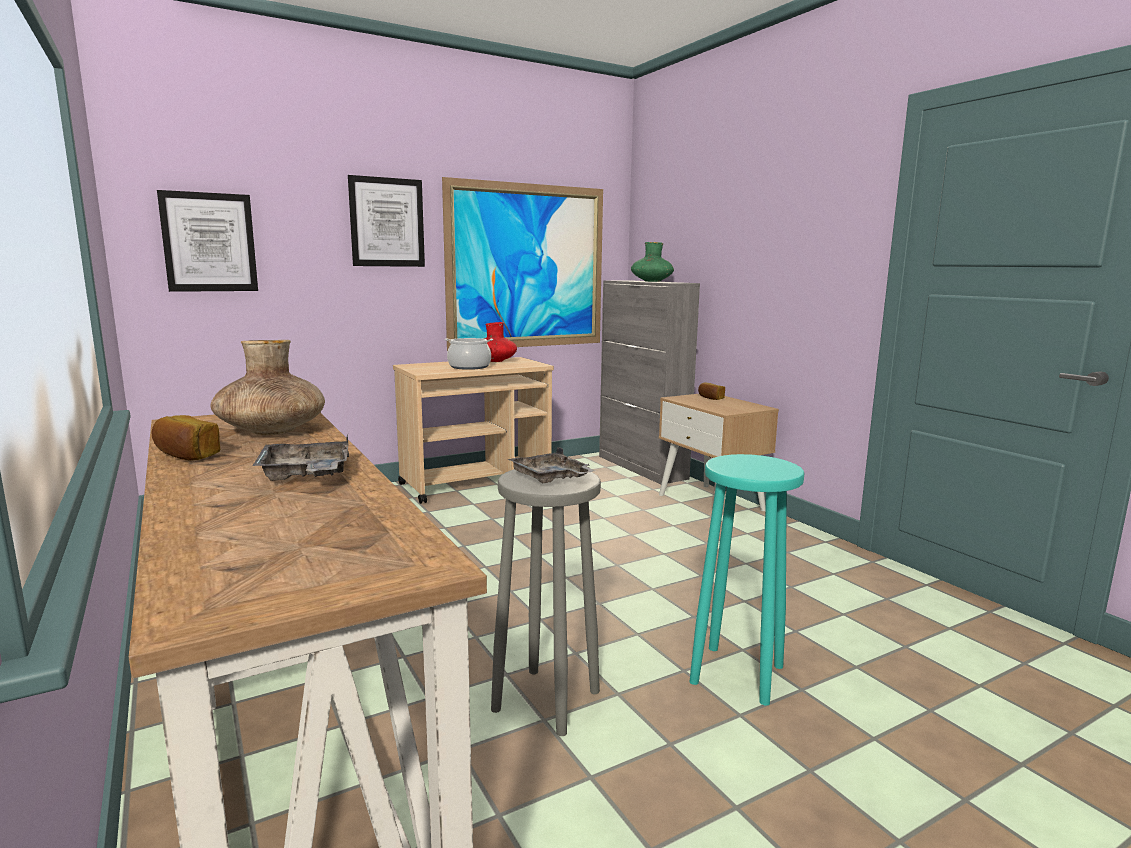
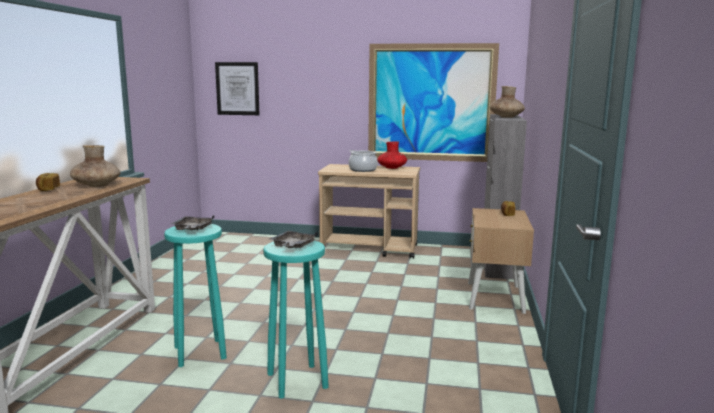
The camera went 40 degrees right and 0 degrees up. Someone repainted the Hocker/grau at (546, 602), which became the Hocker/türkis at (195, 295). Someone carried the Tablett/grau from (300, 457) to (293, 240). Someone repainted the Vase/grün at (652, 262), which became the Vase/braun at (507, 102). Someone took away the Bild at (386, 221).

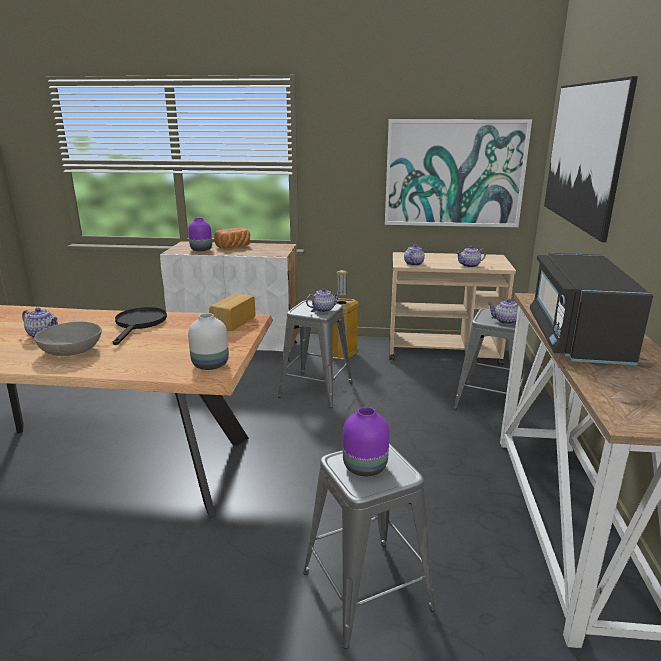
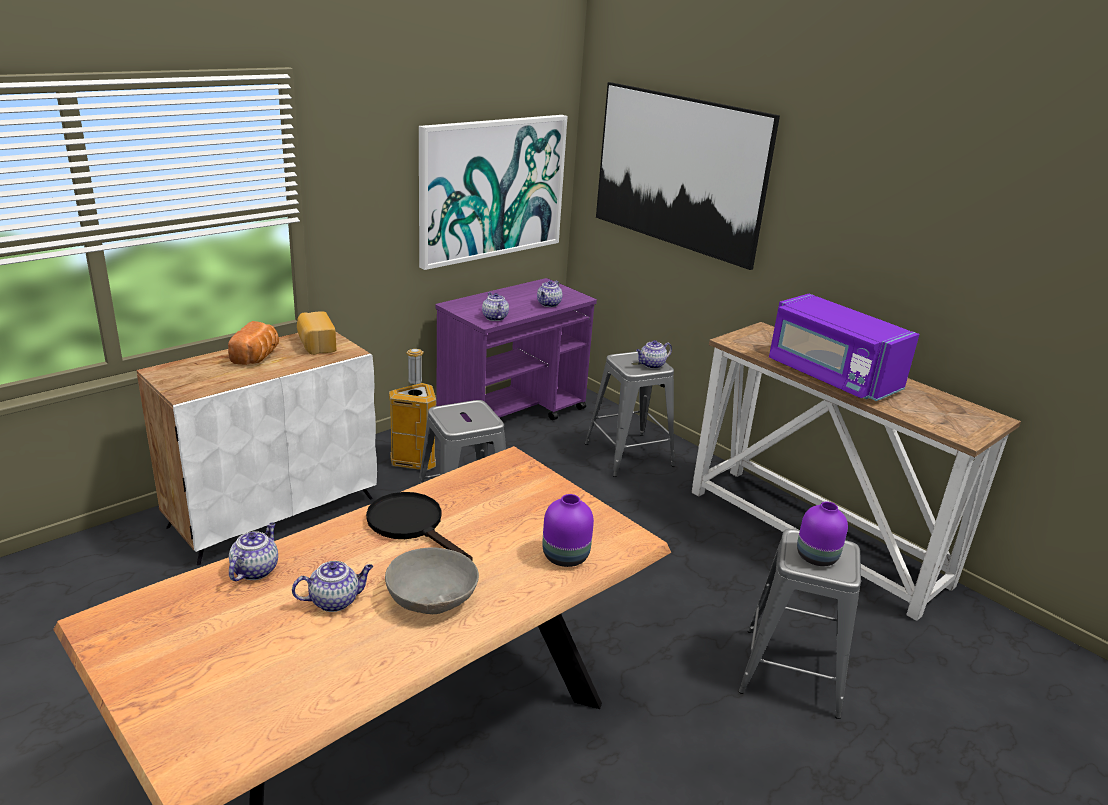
The camera went 50 degrees left and 5 degrees up. Someone carried the Teekanne from (323, 300) to (253, 551). Someone carried the Brot from (232, 312) to (316, 333). Someone repainted the Rollwagen/beige at (452, 308), which became the Rollwagen/lila at (516, 350). Someone carried the Vase/lila from (200, 234) to (568, 530). Someone repainted the Mikrowelle/schwarz at (591, 309), which became the Mikrowelle/lila at (844, 347). Someone took away the Vase/weiß at (208, 341).

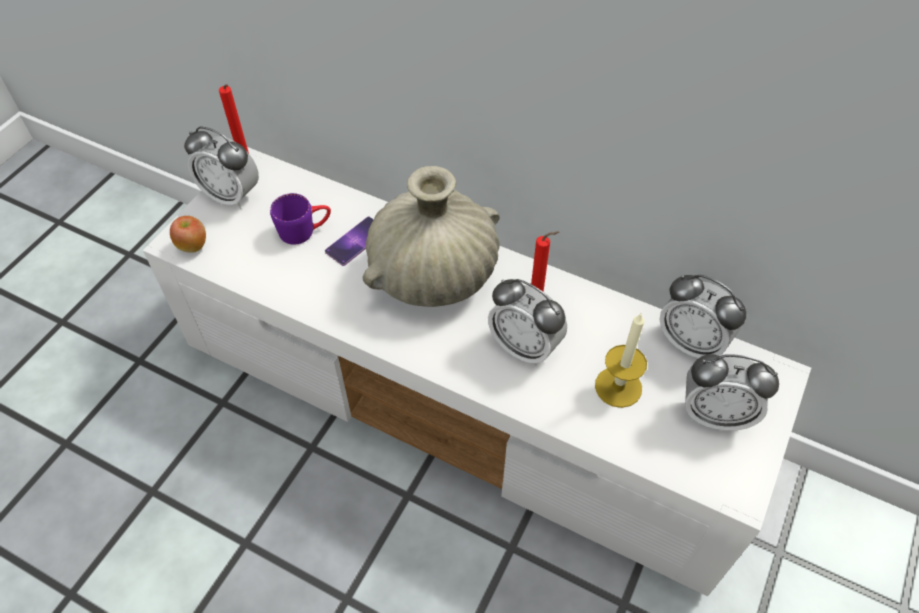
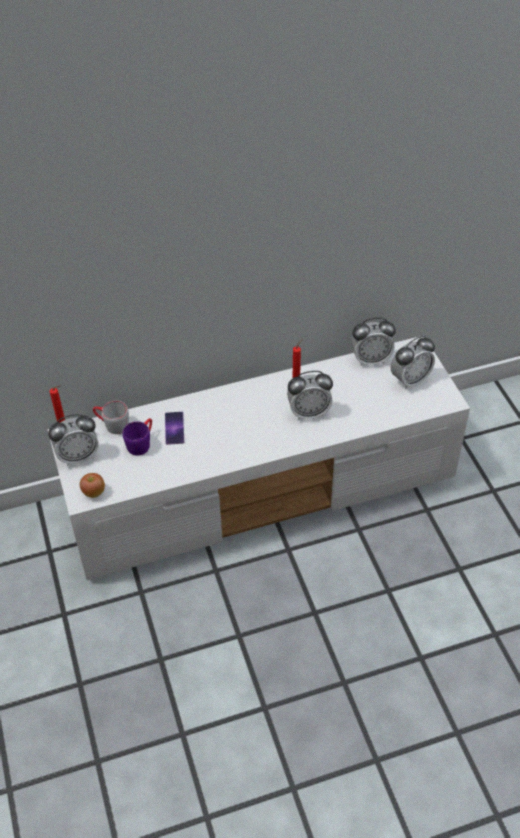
The camera went 45 degrees left and 5 degrees down. Someone put down the Henkelbecher/grau at (111, 417). Someone took away the Vase/beige at (431, 236). Someone took away the Kerze at (621, 361).

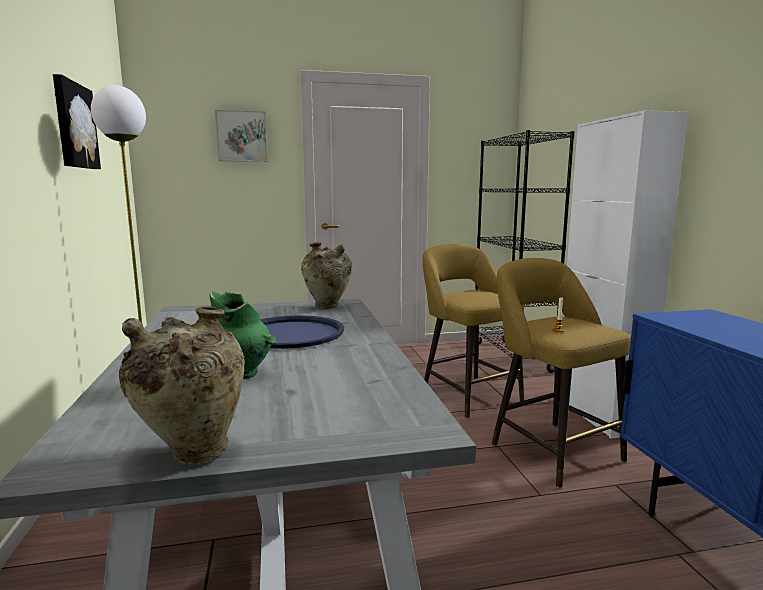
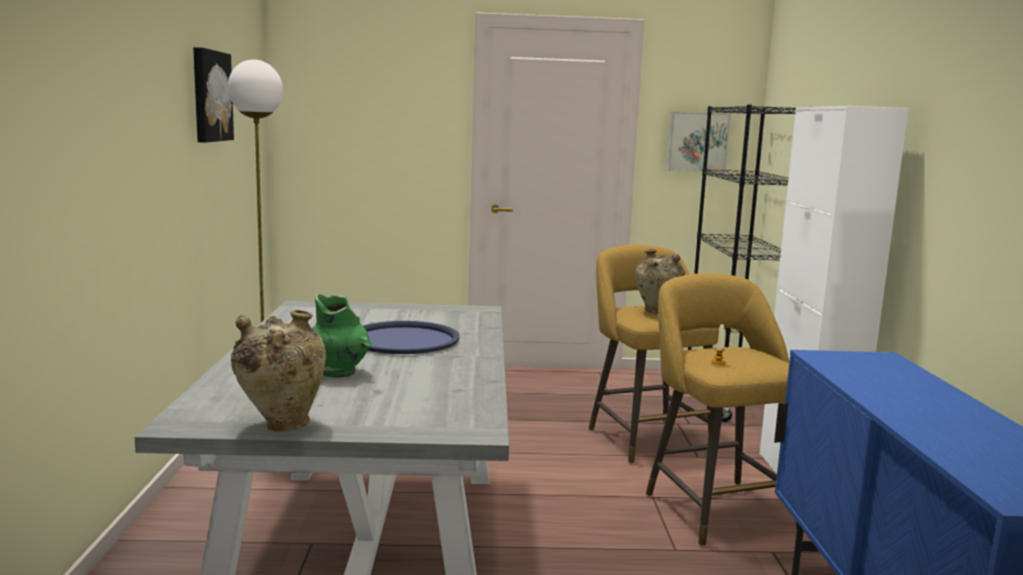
The camera went 10 degrees right and 0 degrees up. Someone carried the Vase/beige from (327, 275) to (660, 281). Someone carried the Bild from (241, 136) to (698, 142).

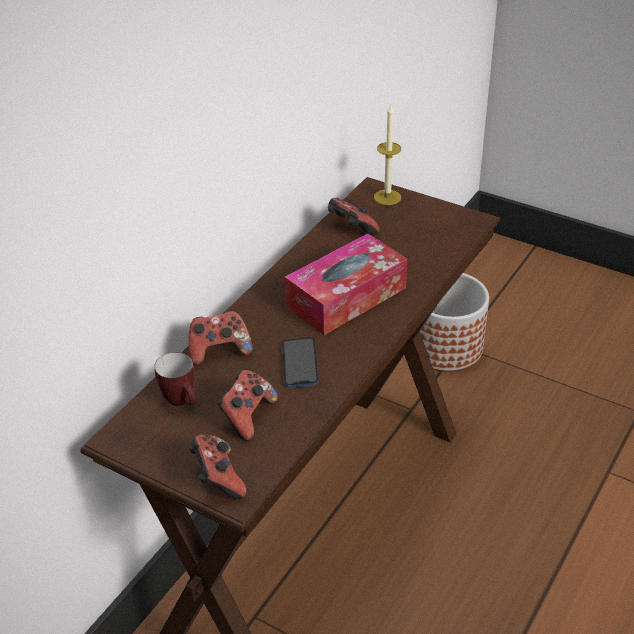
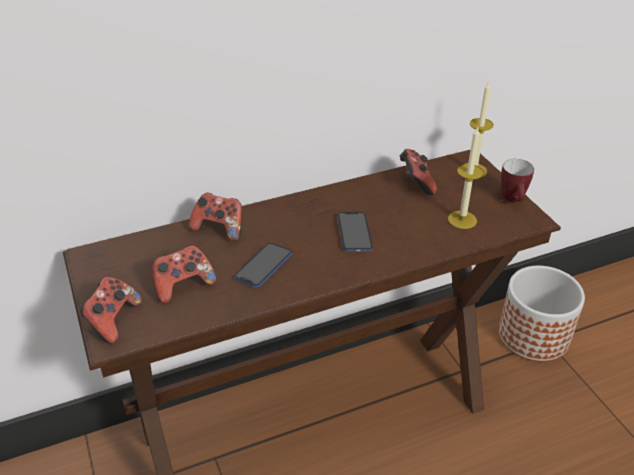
The camera went 35 degrees right and 0 degrees up. Someone swapped the Taschentuchbox at (346, 284) for the Handy at (355, 231). Someone put down the Kerze at (465, 178). Someone carried the Henkelbecher from (175, 379) to (517, 180).

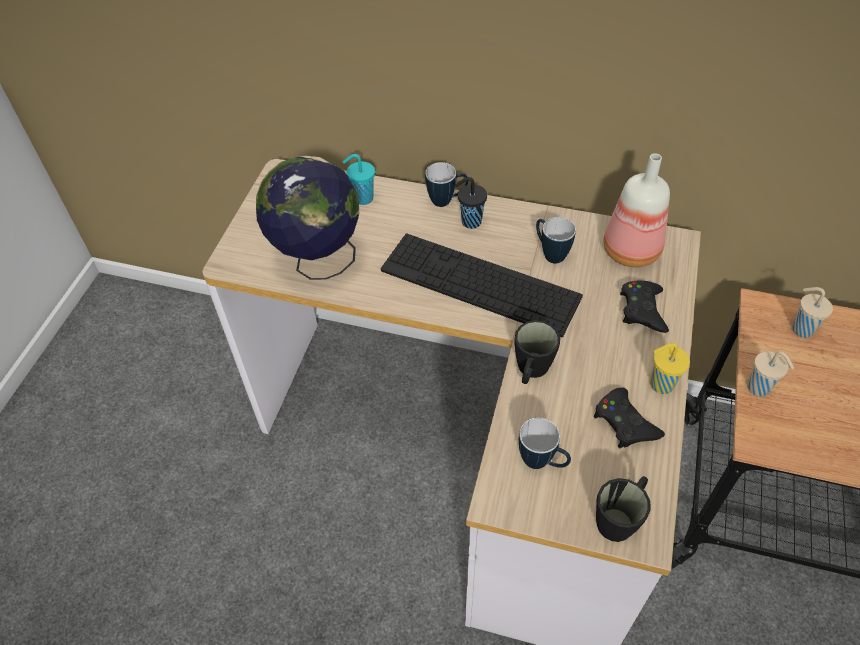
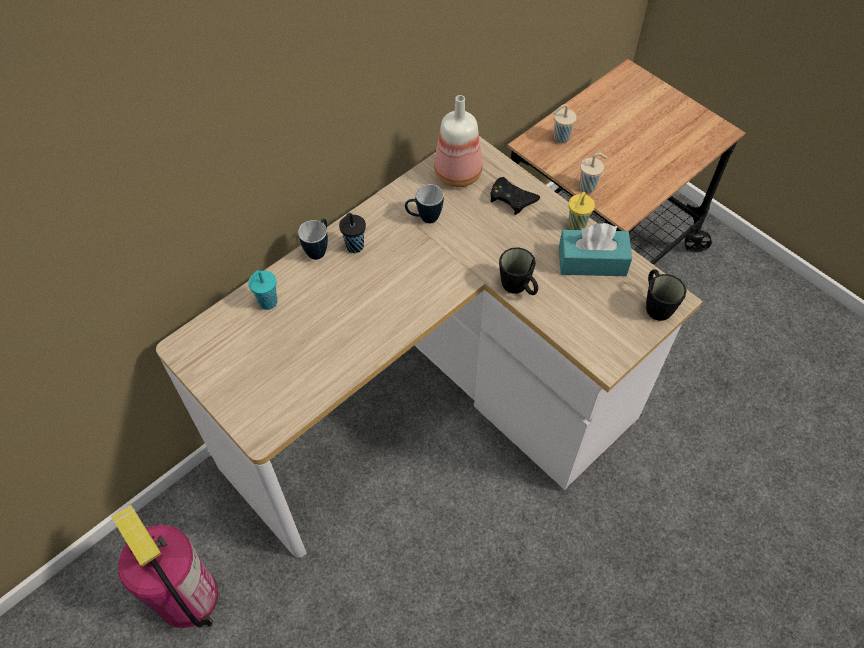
The camera went 60 degrees left and 5 degrees up. Someone put down the Feuerlöscher at (165, 566). Someone swapped the Gamepad/schwarz at (629, 418) for the Taschentuchbox/türkis at (595, 249). Someone took away the Globus at (307, 218). Someone took away the Tastatur at (482, 285). Someone took away the Henkelbecher at (545, 443).

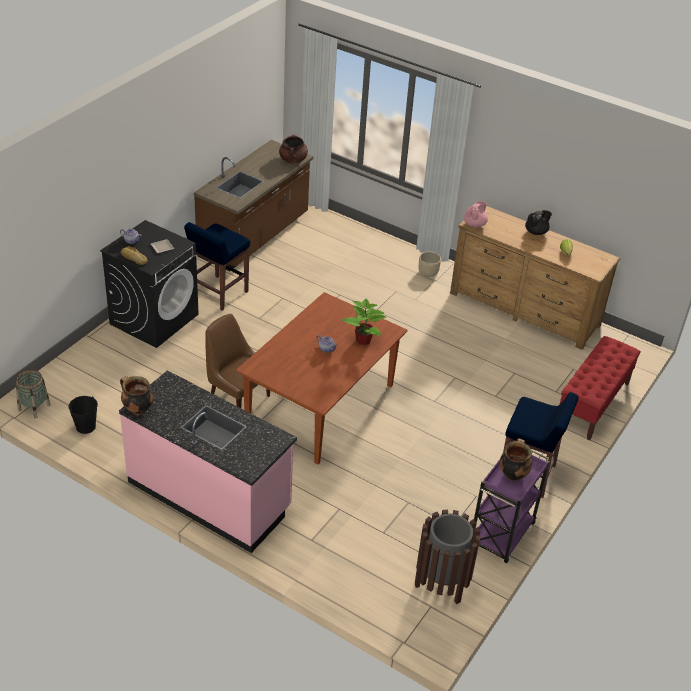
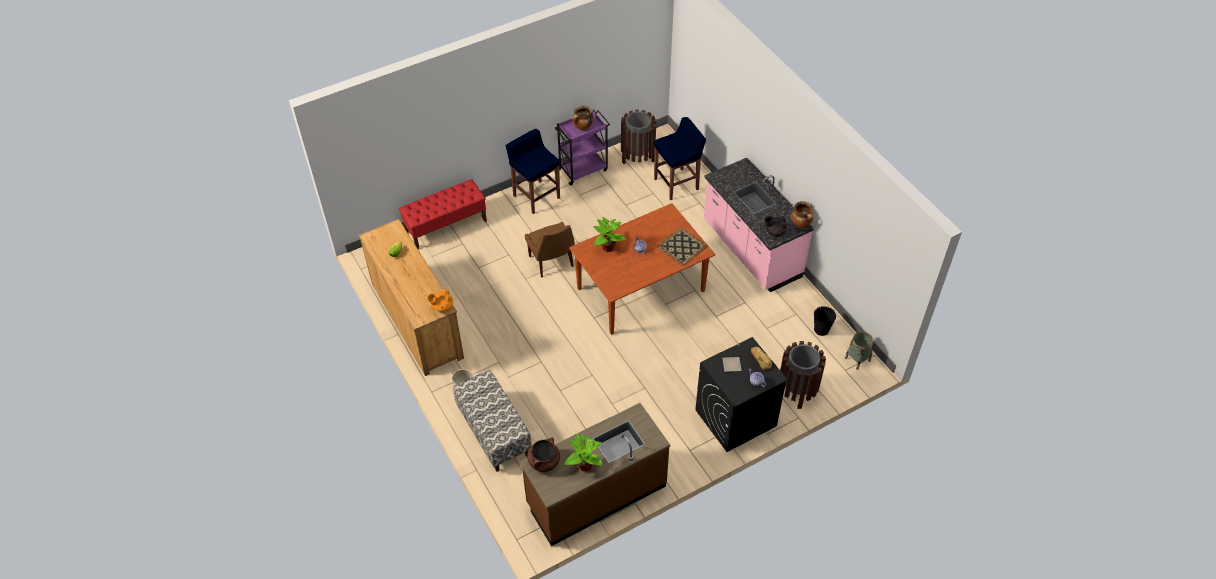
The camera went 150 degrees left and 10 degrees up. Someone repainted the Teekanne/rosa at (476, 214), which became the Teekanne/orange at (440, 300). Someone put down the Bank at (492, 421). Someone carried the Stuhl/braun from (237, 361) to (550, 250). Someone put down the Topfpflanze at (584, 452). Someone carried the Hocker/blau from (217, 266) to (680, 158). Someone put down the Tablett at (682, 246). Someone carried the Teekanne/schwarz from (538, 222) to (776, 226). Someone put down the Mülleimer/braun at (803, 375).

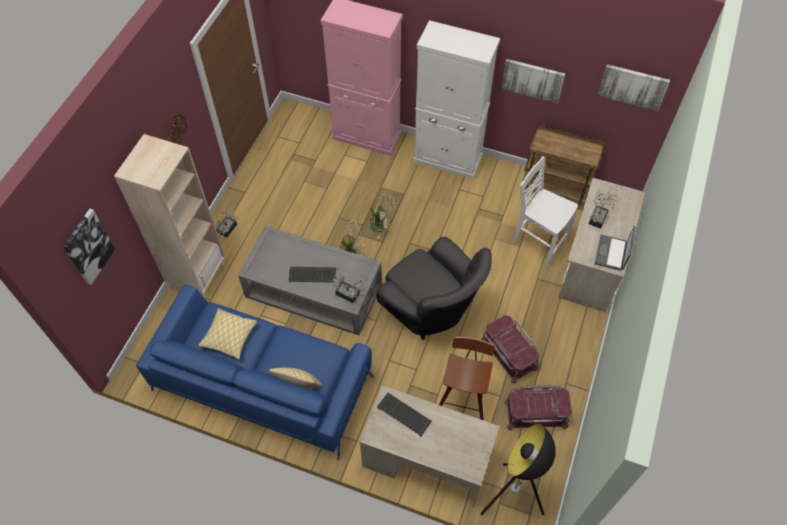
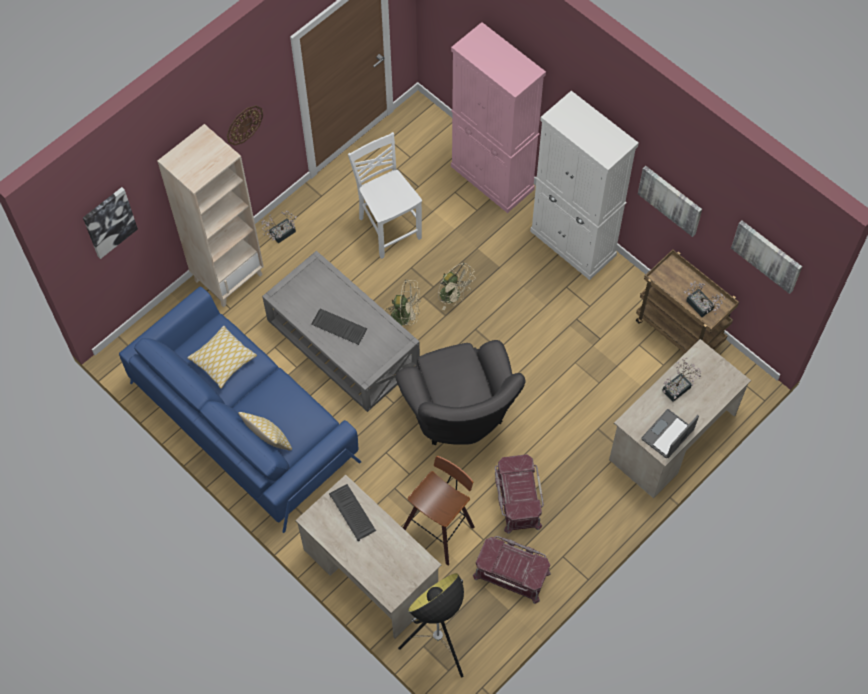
The camera went 25 degrees right and 5 degrees up. Someone carried the Stuhl/weiß from (544, 211) to (385, 195). Someone carried the Topfpflanze from (348, 289) to (704, 299).

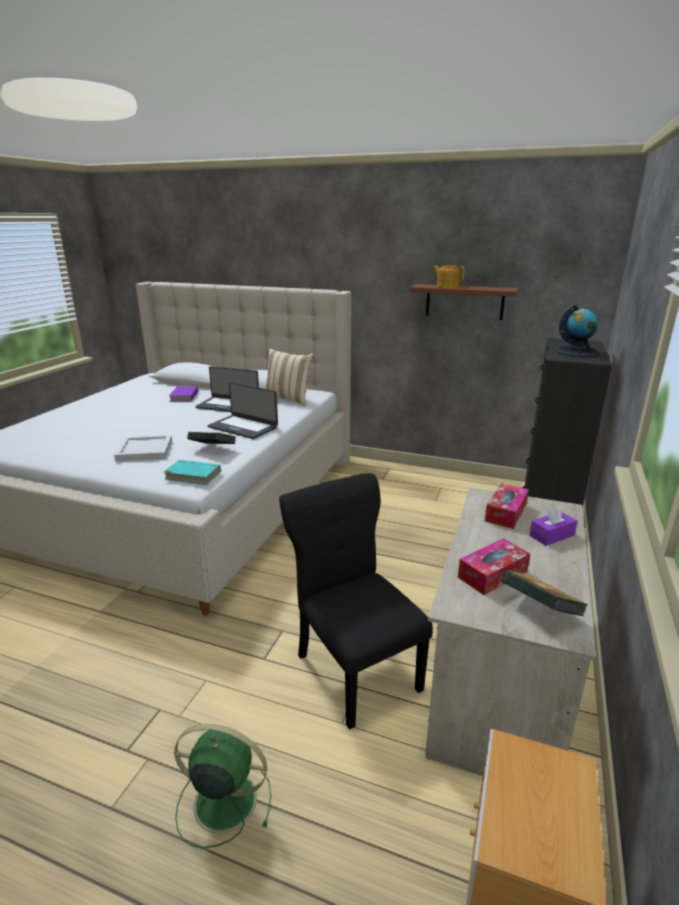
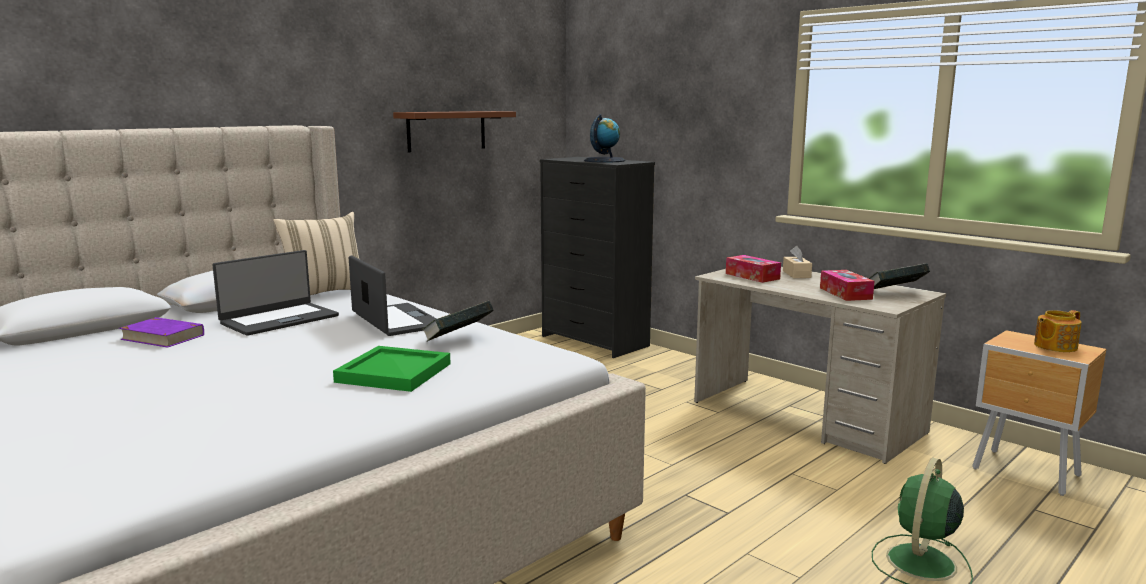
The camera went 65 degrees left and 10 degrees down. Someone repainted the Tablett/weiß at (143, 448), which became the Tablett/grün at (392, 369). Someone rotated the Laptop at (242, 410) by 90 degrees counterclockwise. Someone repainted the Taschentuchbox/lila at (553, 525), which became the Taschentuchbox/beige at (797, 262). Someone carried the Teekanne from (449, 276) to (1058, 331). Someone took away the Buch/türkis at (192, 472). Someone took away the Stuhl/schwarz at (356, 601).

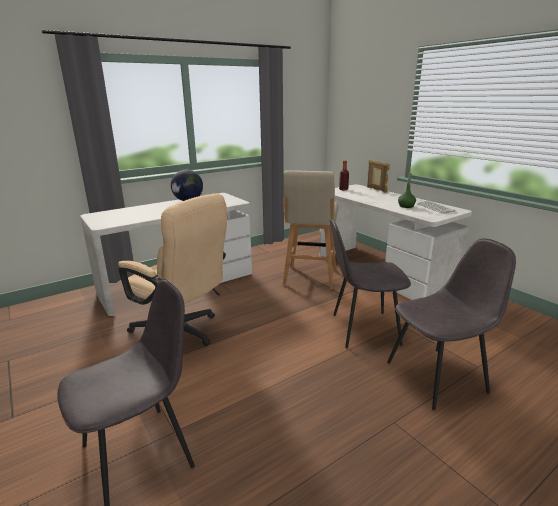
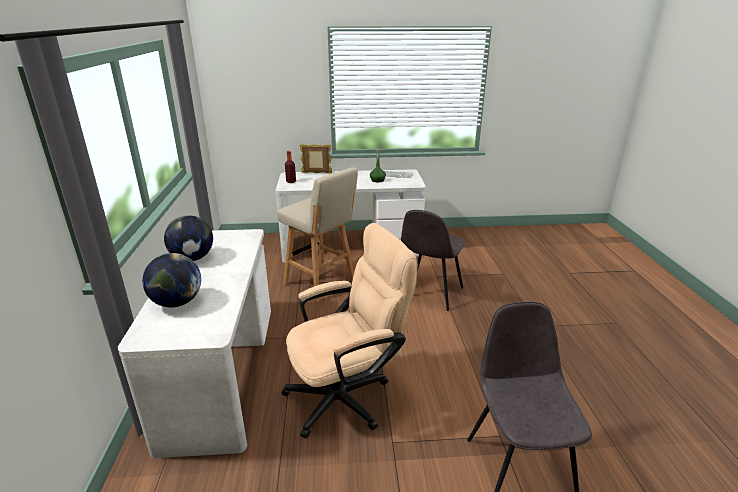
The camera went 60 degrees left and 5 degrees up. Someone put down the Globus at (171, 280). Someone took away the Stuhl/grau at (451, 324).

